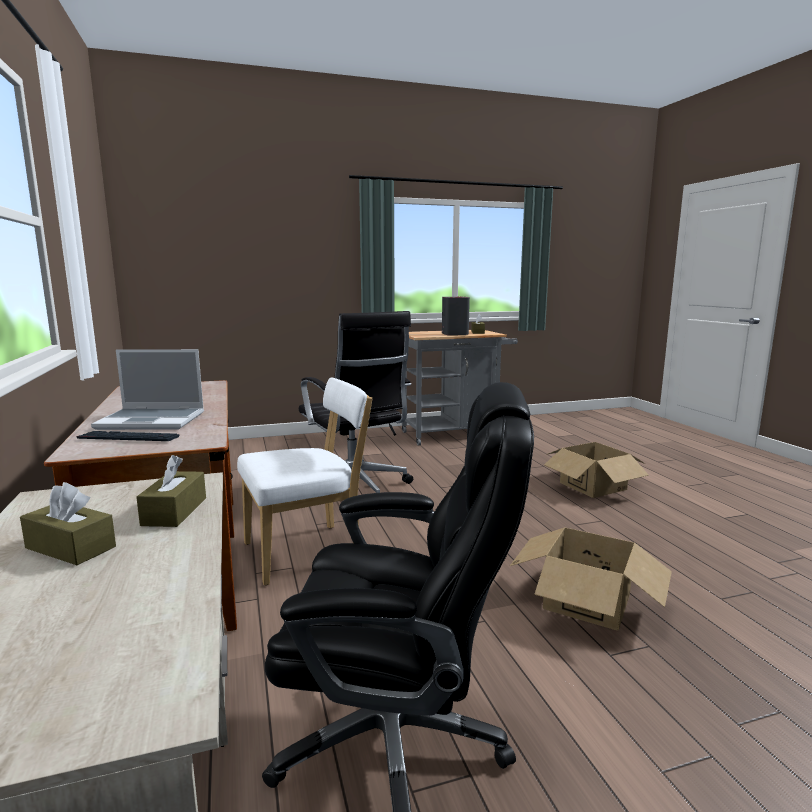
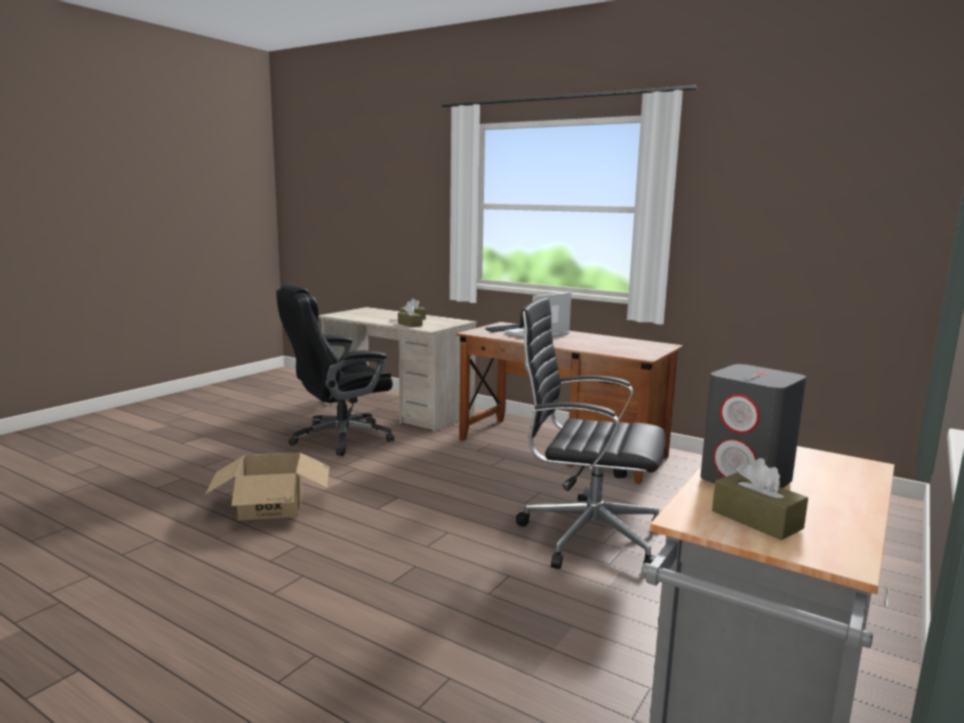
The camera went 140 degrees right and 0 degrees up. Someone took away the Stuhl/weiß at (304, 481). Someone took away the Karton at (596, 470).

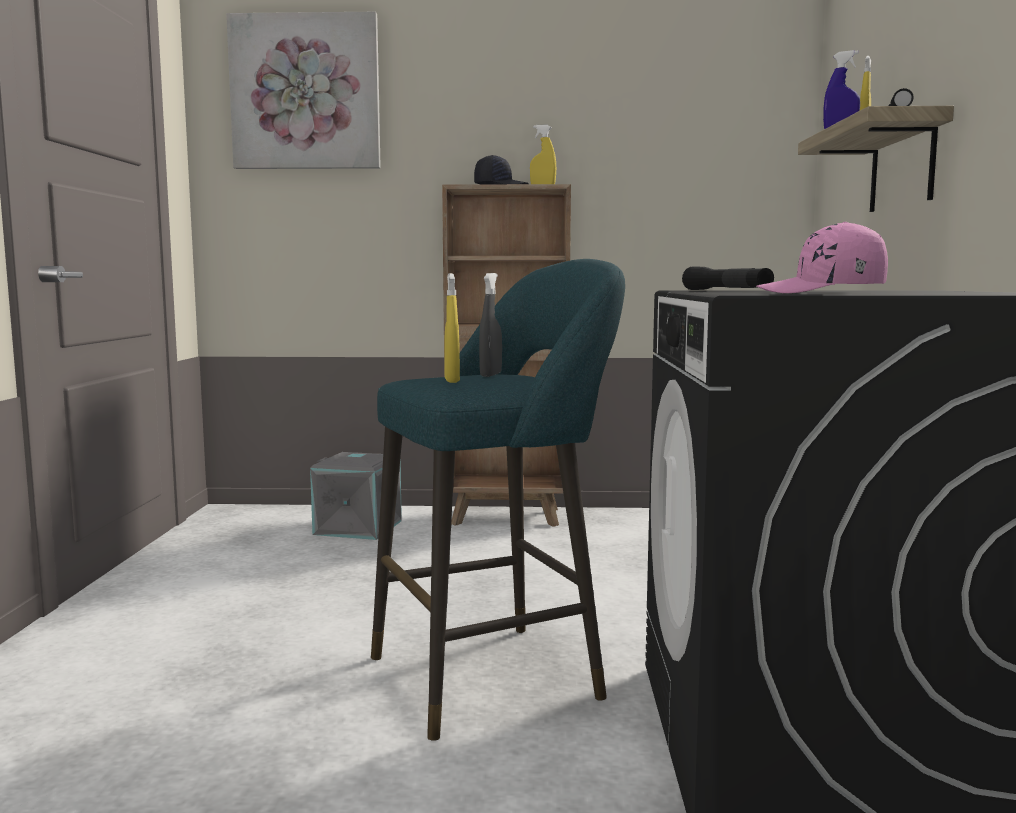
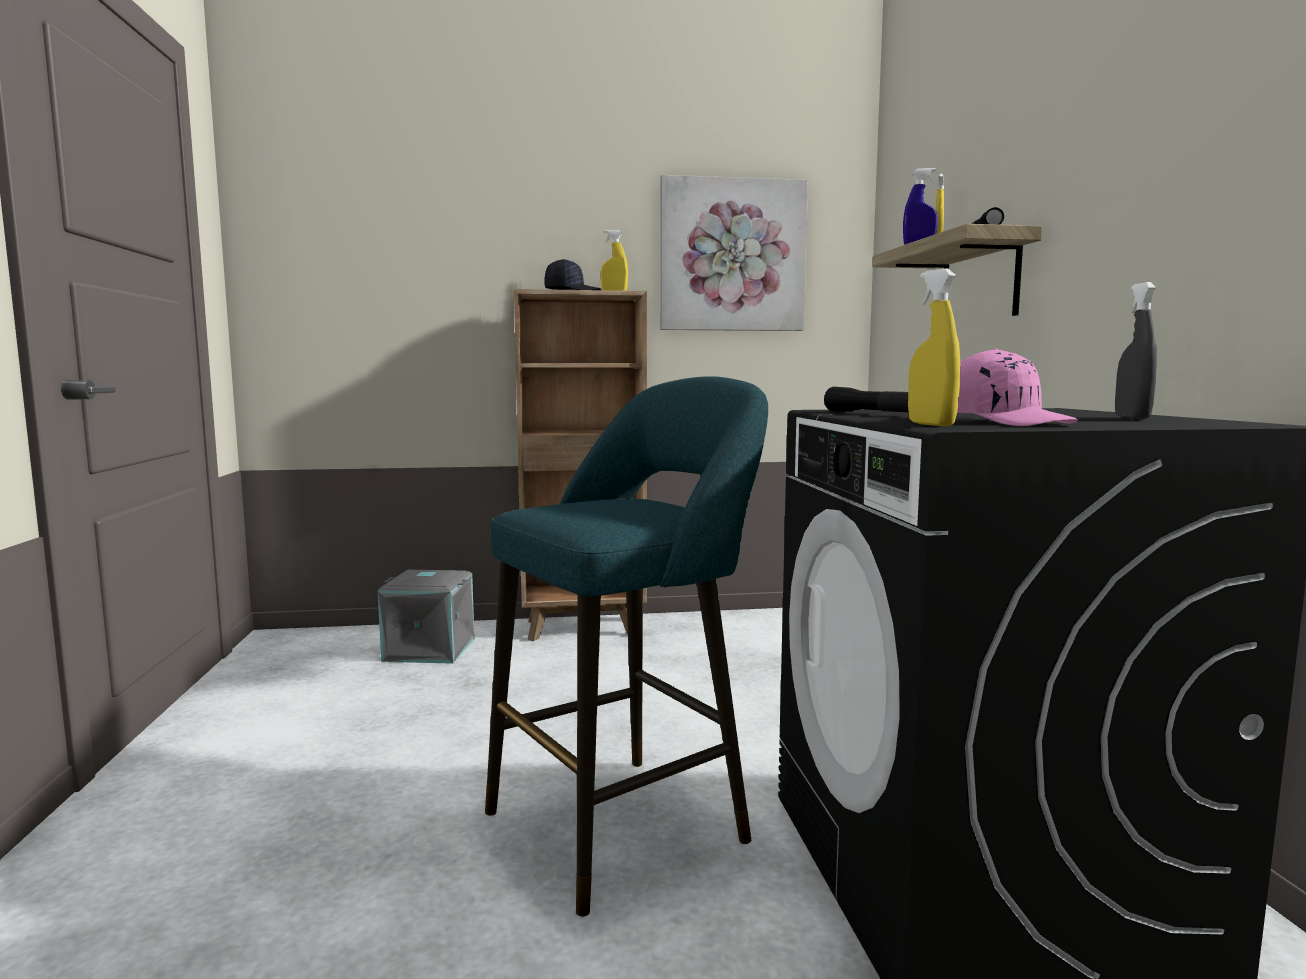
The camera went 10 degrees left and 0 degrees up. Someone carried the Bild from (303, 90) to (734, 253). Someone carried the Sprühflasche/gelb from (452, 328) to (934, 347). Someone rotated the Kappe/rosa at (822, 257) by 120 degrees counterclockwise. Someone carried the Sprühflasche/grau from (490, 325) to (1136, 350).

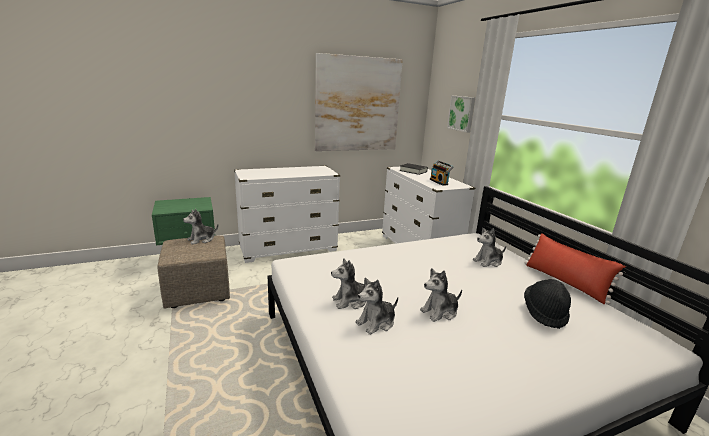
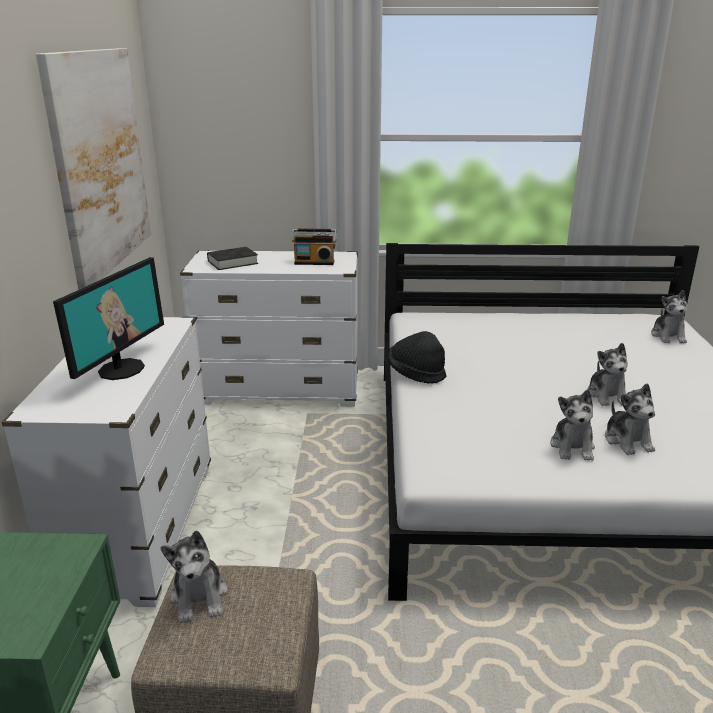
The camera went 65 degrees left and 5 degrees up. Someone put down the Monitor at (108, 318). Someone carried the Hut/schwarz from (547, 304) to (417, 357). Someone carried the Plüschtier from (489, 247) to (669, 316). Someone took away the Bild at (461, 114). Someone took away the Kissen/rot at (575, 269).

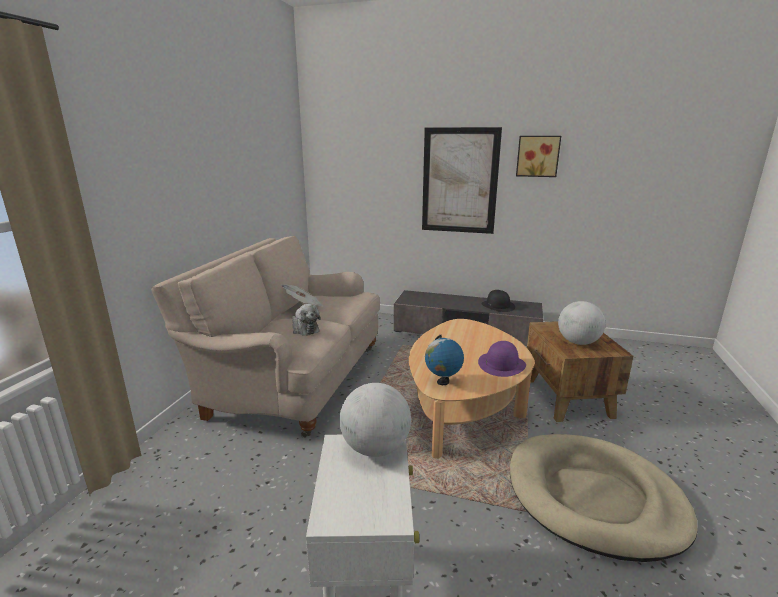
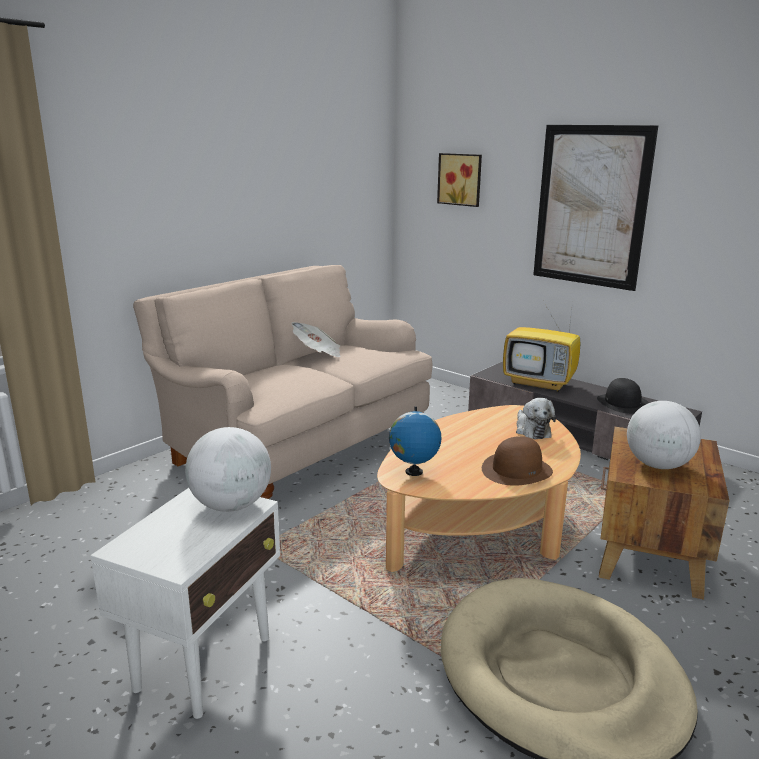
The camera went 25 degrees right and 0 degrees up. Someone carried the Bild from (538, 156) to (459, 180). Someone repainted the Hut/lila at (502, 359), which became the Hut/braun at (517, 461). Someone put down the Fernseher at (542, 345). Someone carried the Plüschtier from (306, 320) to (536, 419).

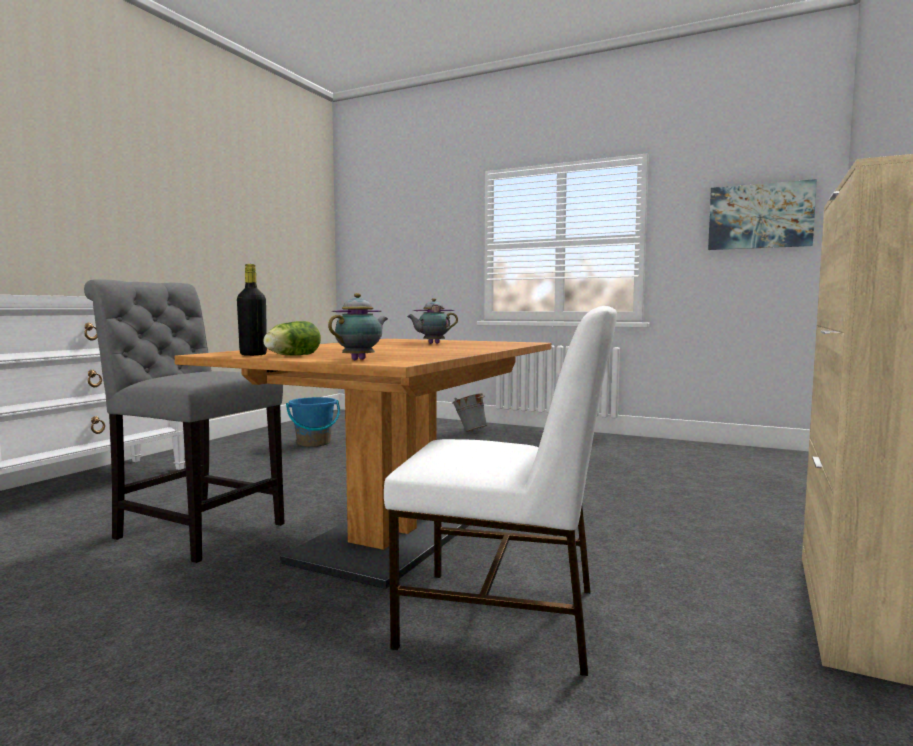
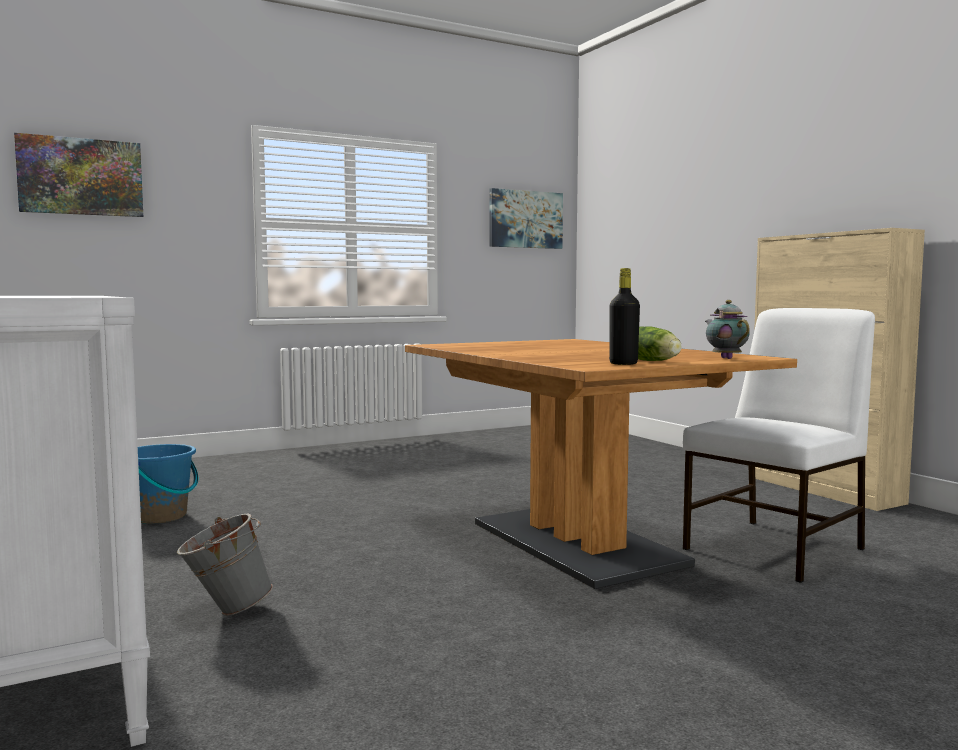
The camera went 55 degrees left and 0 degrees up. Someone put up the Bild at (78, 175). Someone carried the Eimer/grau from (469, 412) to (225, 565). Someone took away the Stuhl/grau at (184, 421). Someone took away the Teekanne at (432, 321).

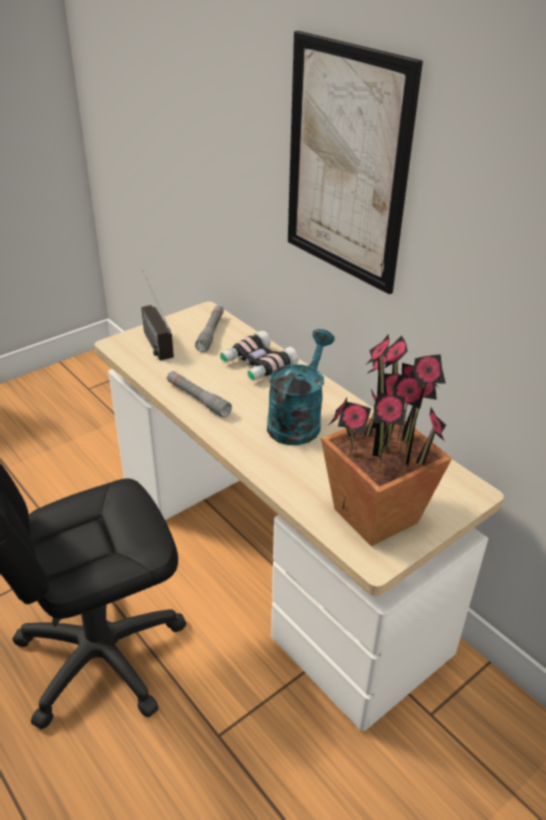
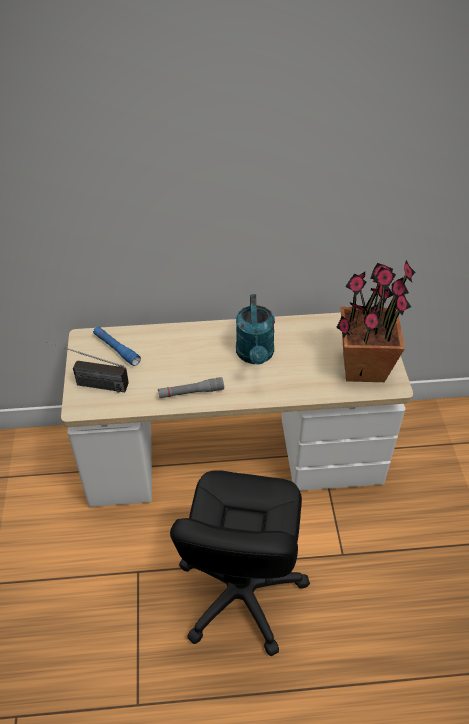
The camera went 55 degrees left and 10 degrees up. Someone repainted the Taschenlampe/grau at (209, 328), which became the Taschenlampe/blau at (117, 346). Someone rotated the Gießkanne/türkis at (301, 387) by 150 degrees counterclockwise. Someone took away the Fernglas at (259, 355). Someone took away the Bild at (355, 162).

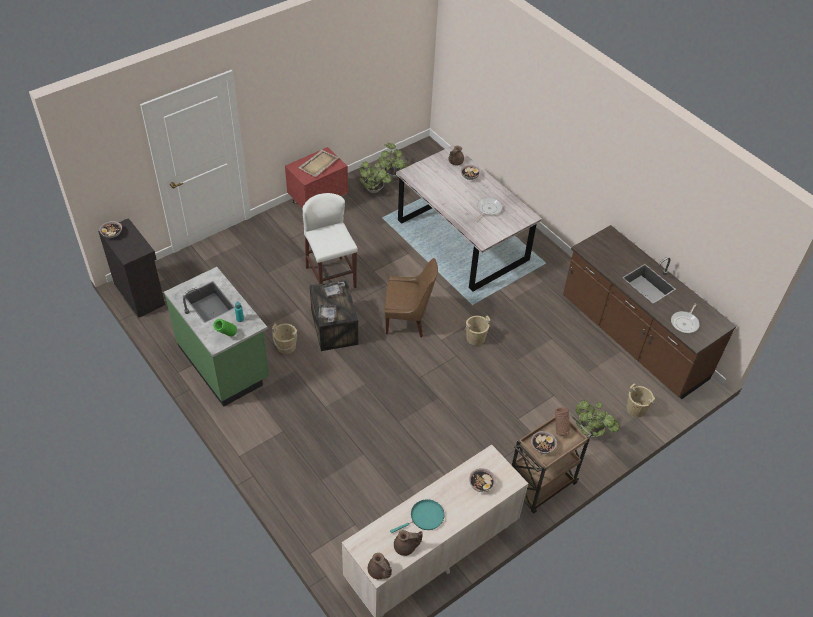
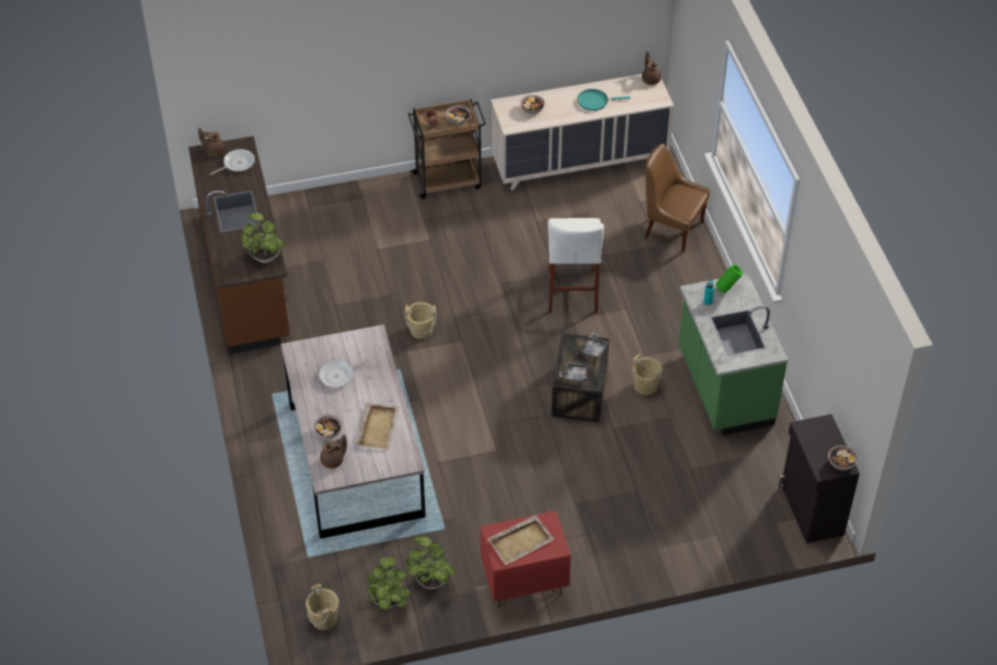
The camera went 155 degrees left and 0 degrees up. Someone carried the Teekanne/braun from (408, 543) to (211, 142). Someone carried the Topfpflanze from (598, 418) to (262, 238). Someone carried the Eimer/beige from (641, 400) to (322, 607). Someone put down the Tablett/beige at (377, 426). Someone carried the Hocker/weiß from (330, 240) to (576, 265). Someone carried the Stuhl/braun from (411, 297) to (677, 198).

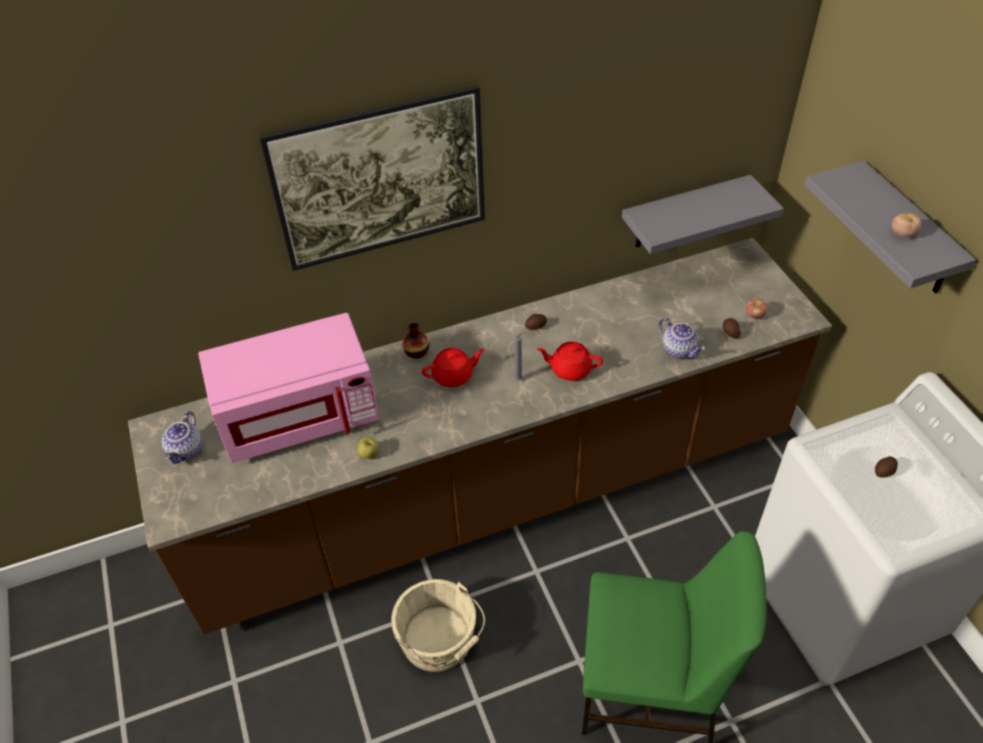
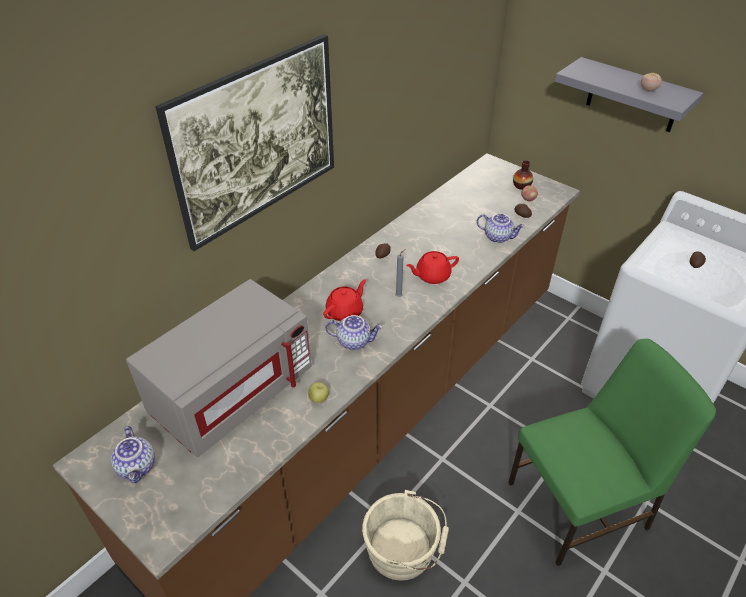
The camera went 30 degrees left and 5 degrees down. Someone repainted the Mikrowelle/rosa at (288, 388), which became the Mikrowelle/grau at (219, 368). Someone put down the Teekanne at (354, 332). Someone carried the Vase from (416, 341) to (523, 175). Someone took away the Wandregal/grau at (703, 214).

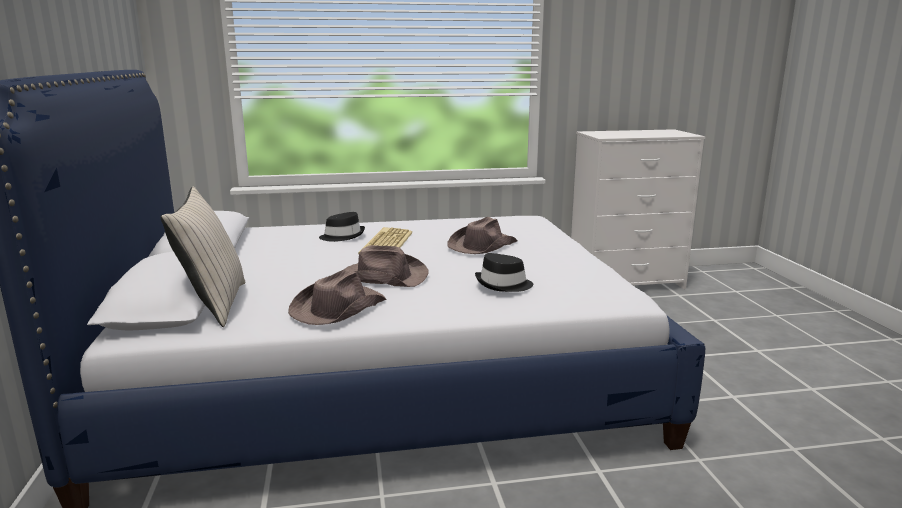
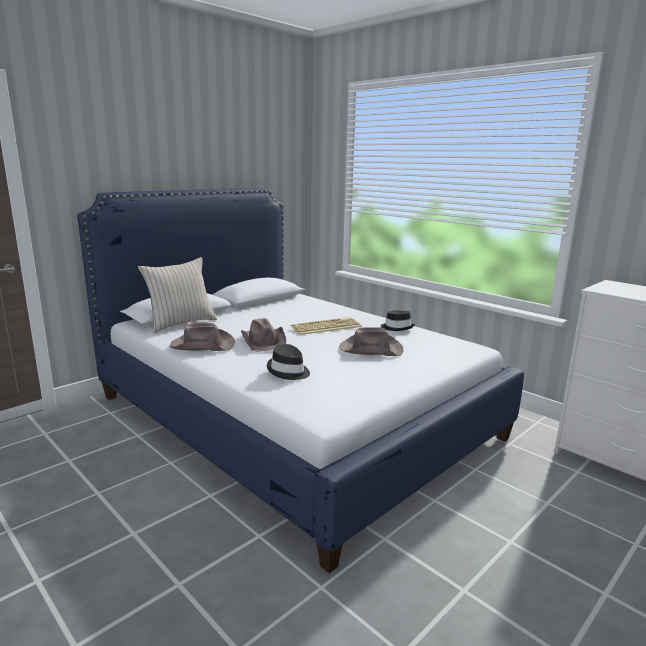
The camera went 55 degrees right and 0 degrees up. Someone carried the Hut/schwarz from (342, 227) to (398, 320).

